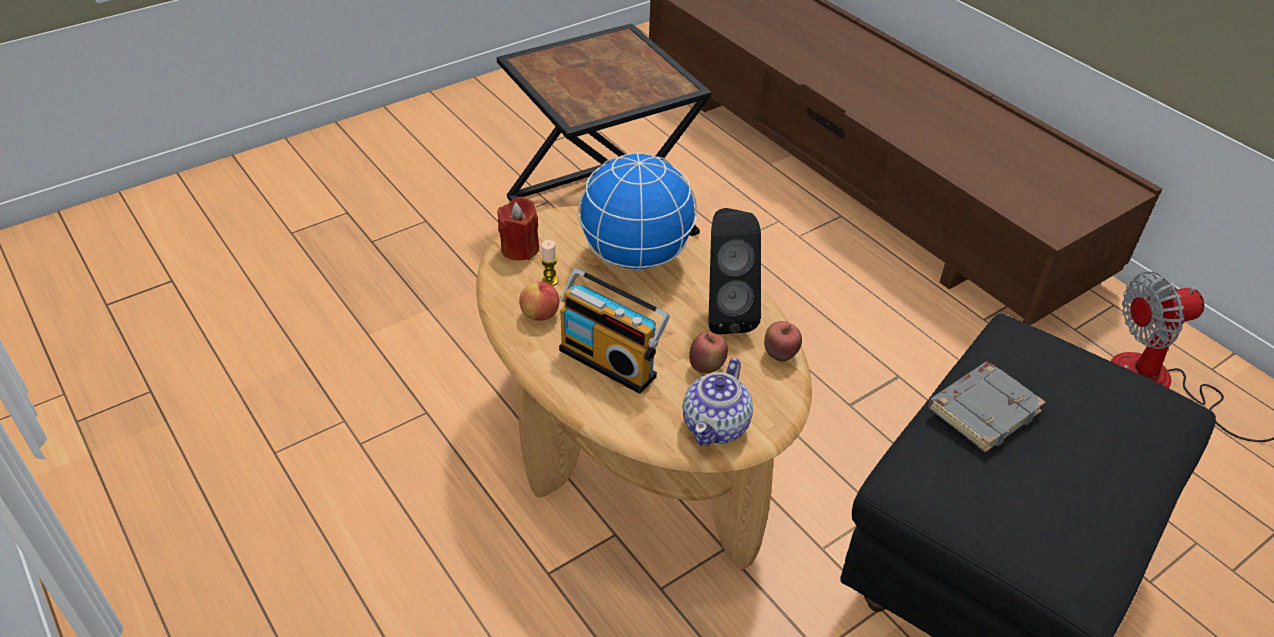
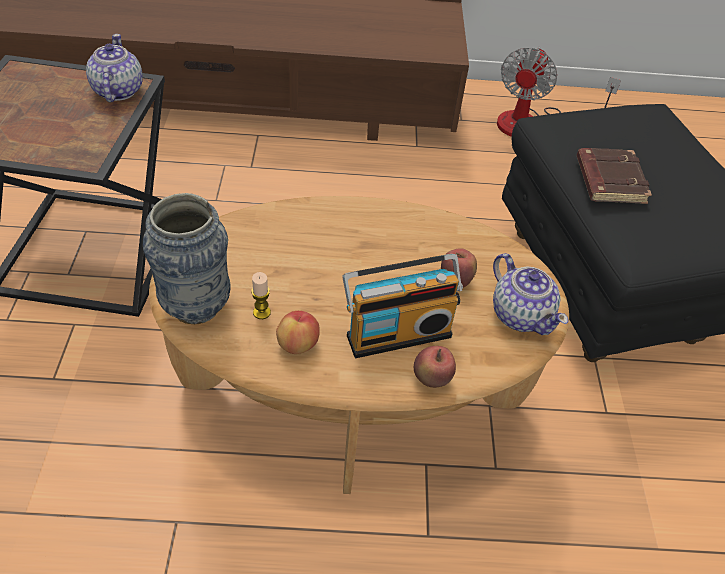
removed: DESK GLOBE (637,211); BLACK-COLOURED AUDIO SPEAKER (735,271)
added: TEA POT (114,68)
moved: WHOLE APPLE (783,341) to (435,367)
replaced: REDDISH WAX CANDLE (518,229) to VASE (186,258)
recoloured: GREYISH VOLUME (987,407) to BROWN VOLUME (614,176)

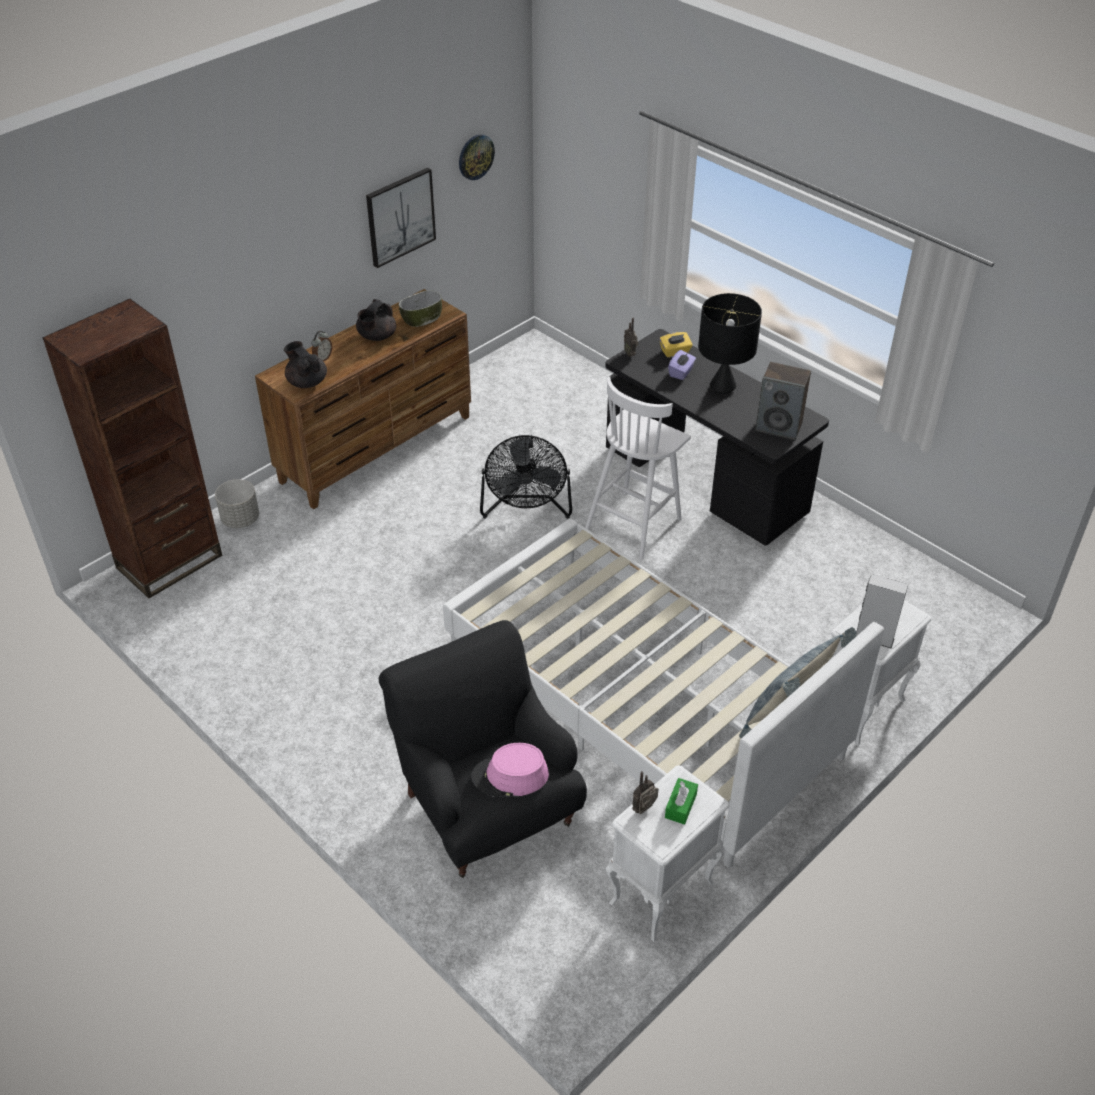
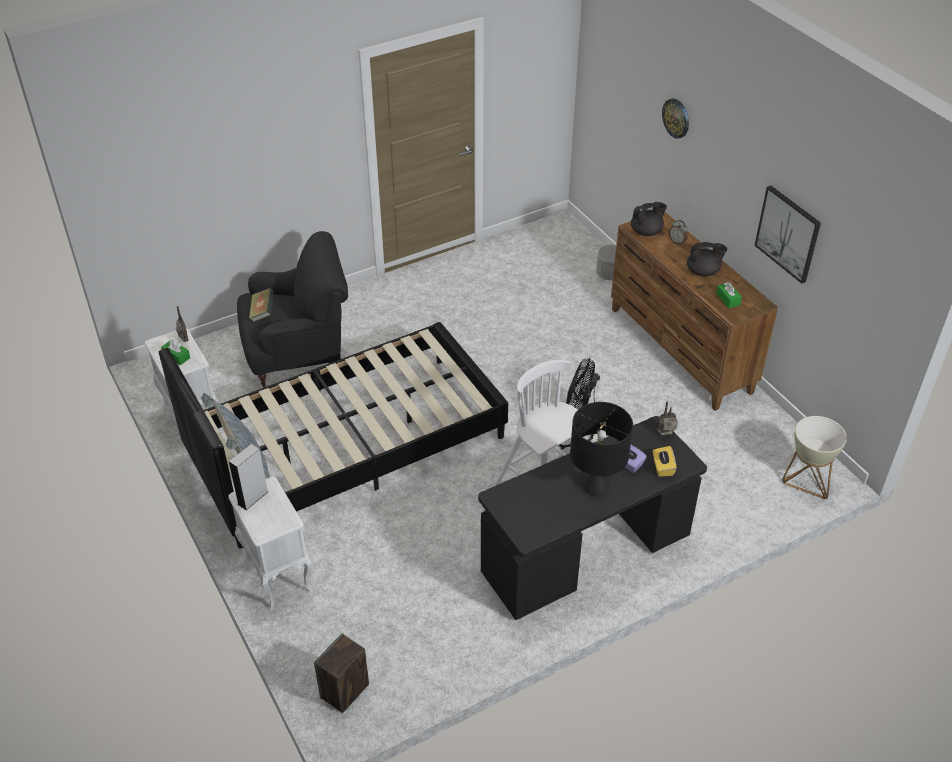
removed: BROWN BOOKCASE (132,448)
added: PLANT POT (814,457)
moved: AUDIO SPEAKER (783,401) to (341,673); WALL CLOCK (477,157) to (675,118)
replaced: PINK-COLOURED CLOTHING HAT (510,770) to VOLUME (261,305); BOWL (420,308) to GREEN-COLOURED BOX OF TISSUES (729,295)
recoloured: WHITE SLEEPING BED (663,693) to BLACK-COLOURED SLEEPING BED (333,435)
turned: BLACK-COLOURED TEA POT (376,320) = (707,259) 135 degrees clockwise

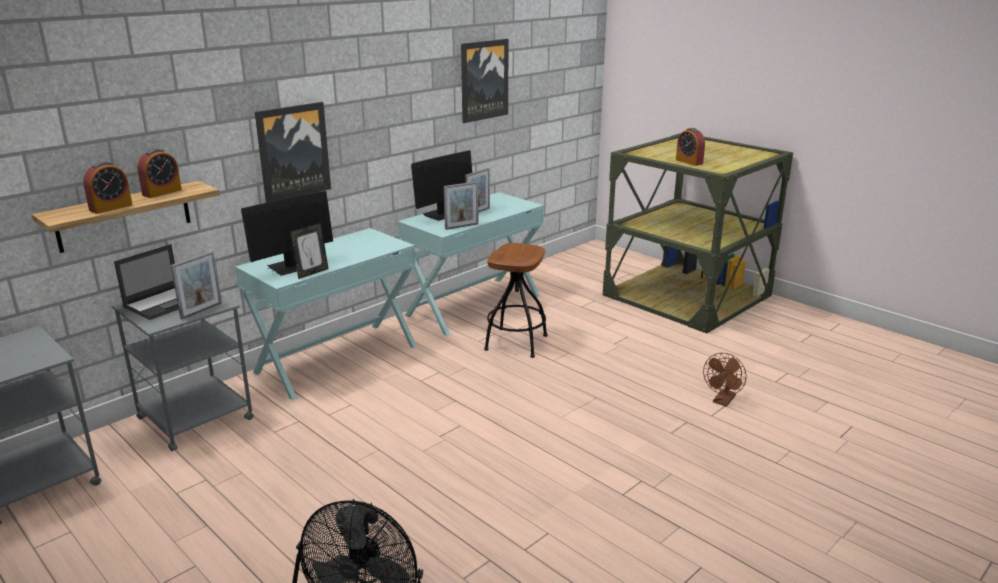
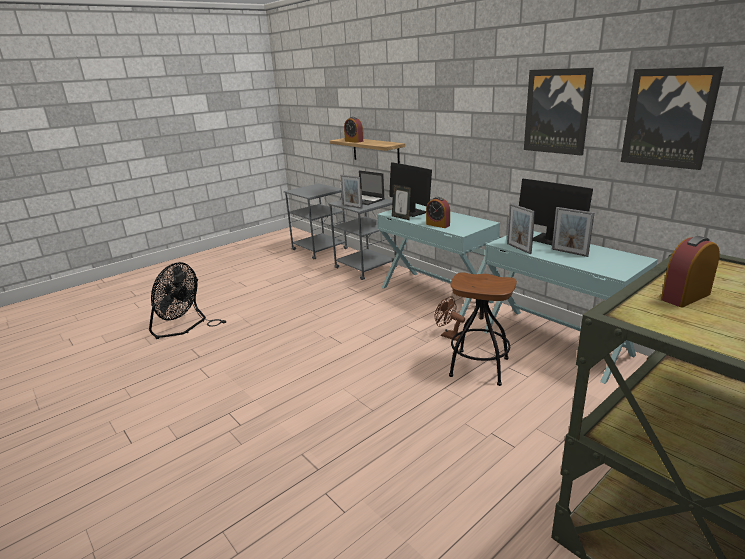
moved: TABLE CLOCK (159,173) to (438,212); BROWN ELECTRIC FAN (725,380) to (450,318); WALL ART (293,152) to (559,112)

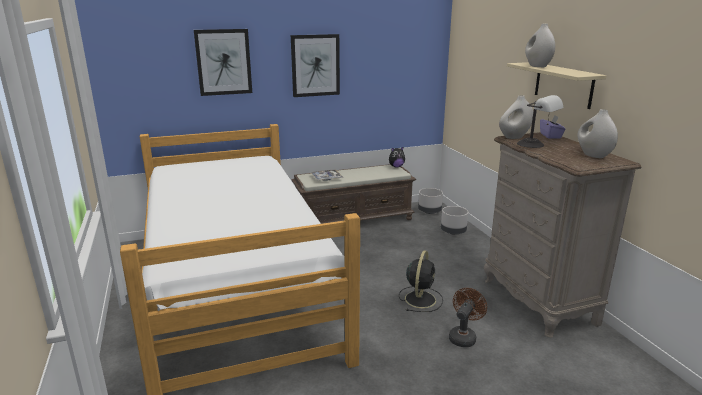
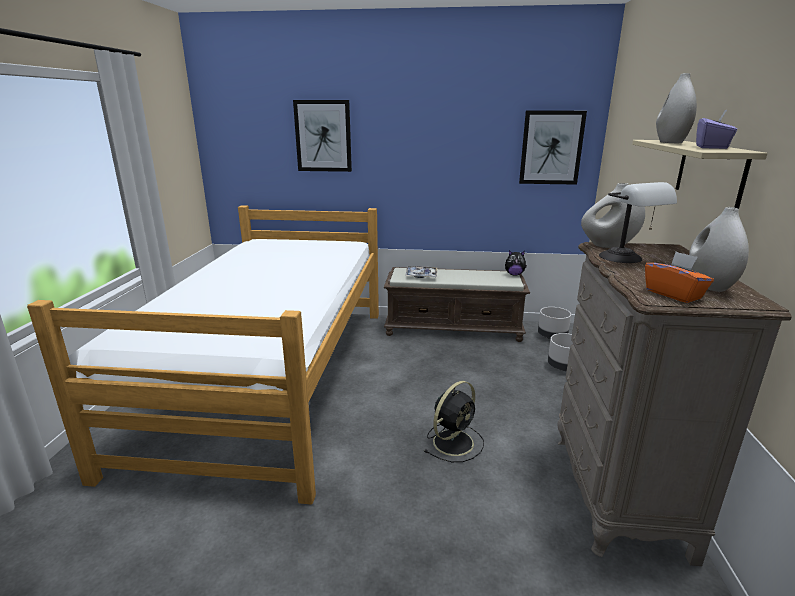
removed: BROWN ELECTRIC FAN (468,317)
added: ORANGE-COLOURED BOX OF TISSUES (679,277)
moved: WALL ART (315,65) to (553,148); PURPLE BOX OF TISSUES (553,127) to (716,129)

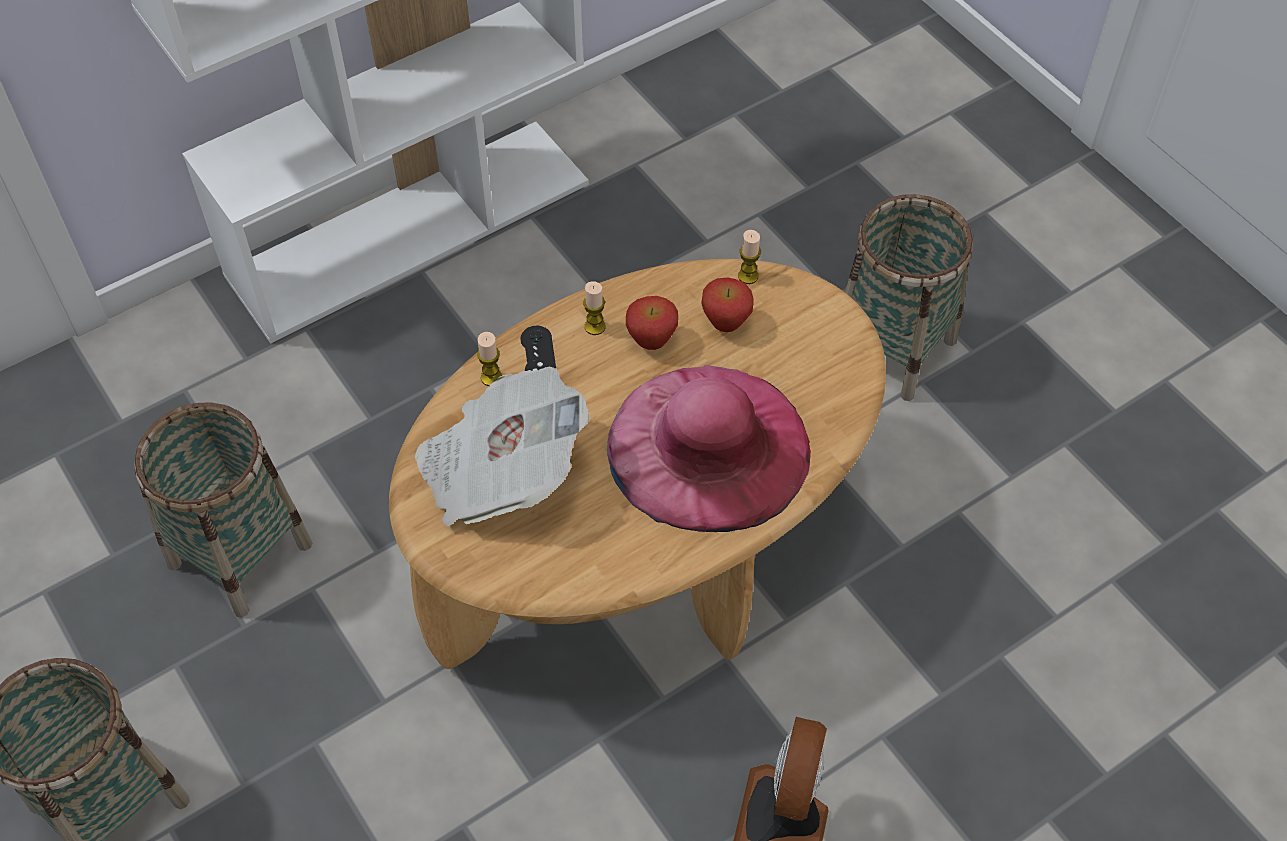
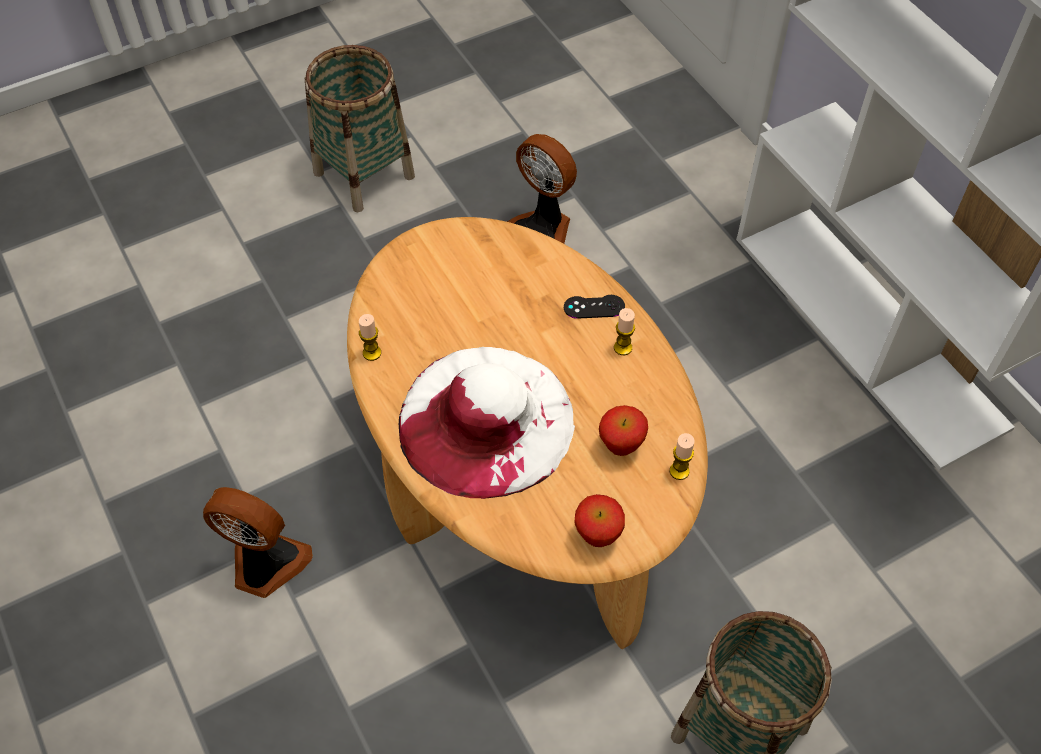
removed: NEWSPAPER (501,446)
moved: WAX CANDLE (489,359) to (370,337); WHOLE APPLE (652,323) to (599,520)
replaced: STORAGE BASKET (222,510) to ELECTRIC FAN (542,189)
recoloured: PINK-COLOURED CLOTHING HAT (709,448) to WHITE CLOTHING HAT (487,423)

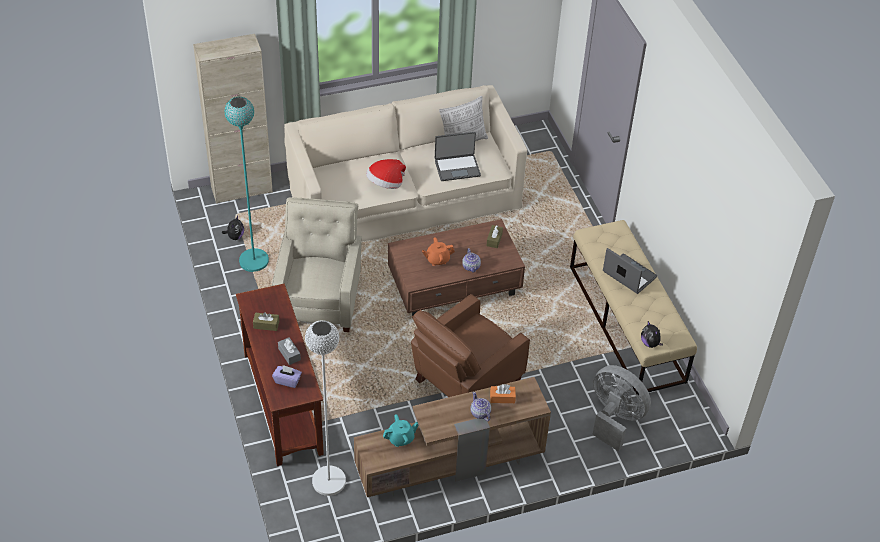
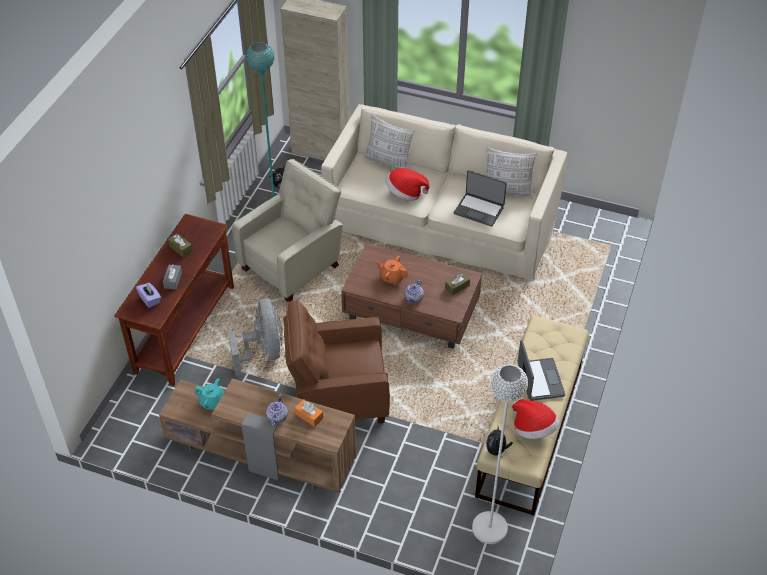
added: THROW PILLOW (389,142); CLOTHING HAT (535,419)
moved: GREYISH ELECTRIC FAN (621,408) to (255,337); WHITE FLOOR LAMP (325,408) to (500,454)

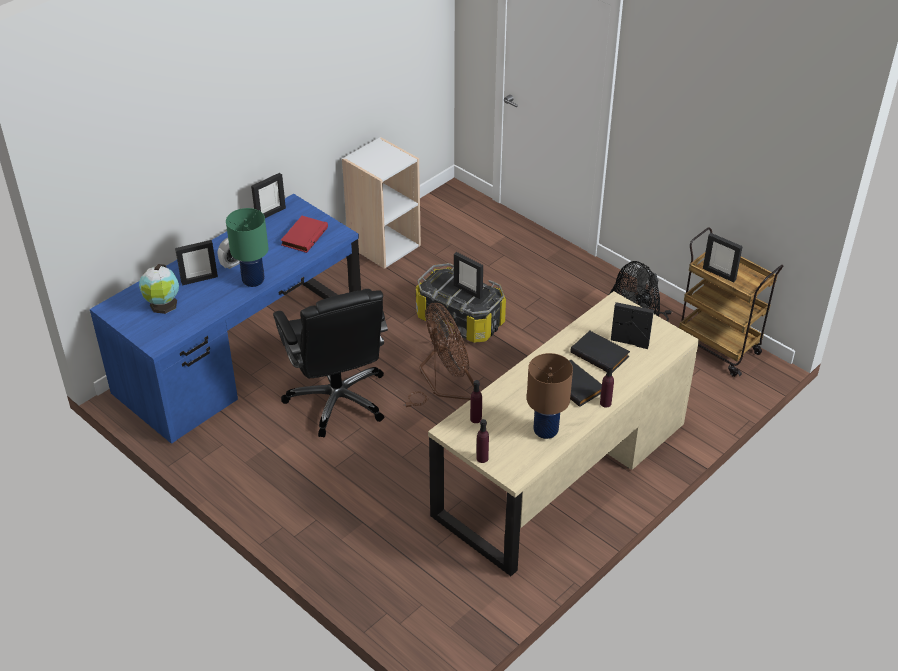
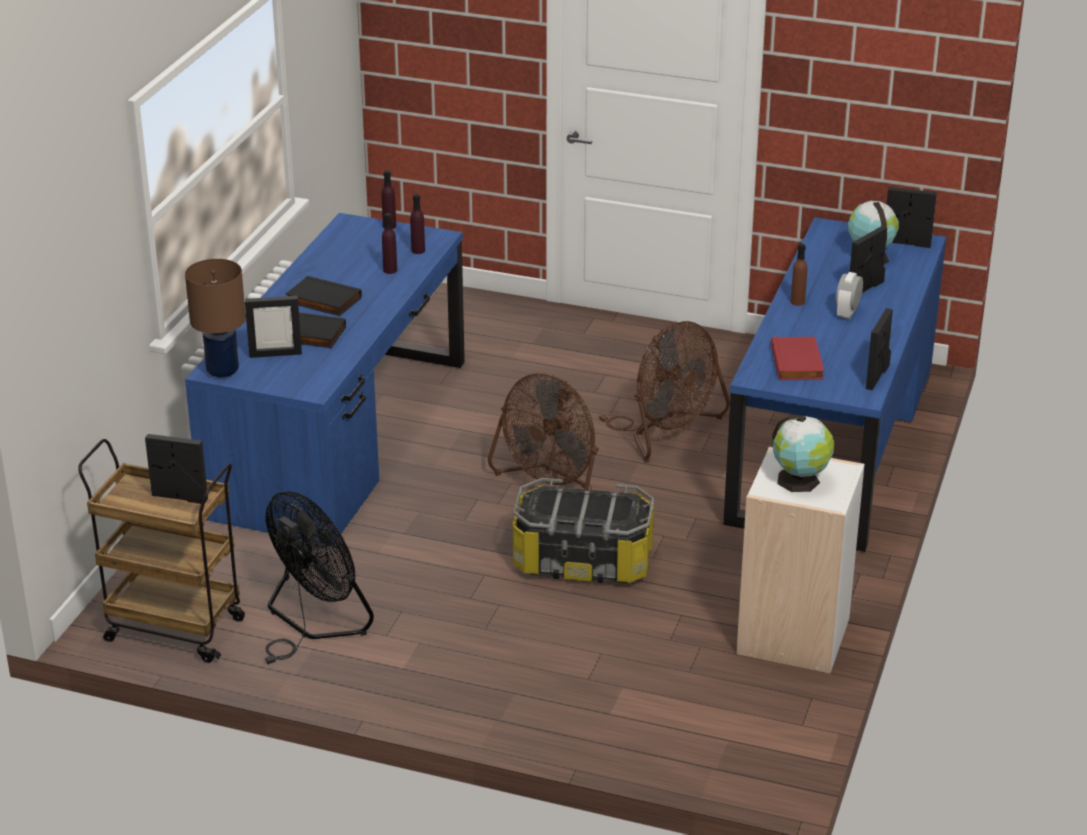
added: DESK GLOBE (803,453)
moved: BROWN LAMP FOR A TABLE (550,396) to (215,318); PURPLE BOTTLE (607,386) to (389,243); PHOTO FRAME (468,275) to (912,217)
replaced: BLACK-COLOURED COMPUTER CHAIR (330,363) to BROWN ELECTRIC FAN (664,392); GREEN-COLOURED LAMP FOR A TABLE (247,247) to BROWN BOTTLE (798,275)
recoloured: BEIGE-COLOURED DESK TABLE (563,433) to BLUE DESK TABLE (325,379)

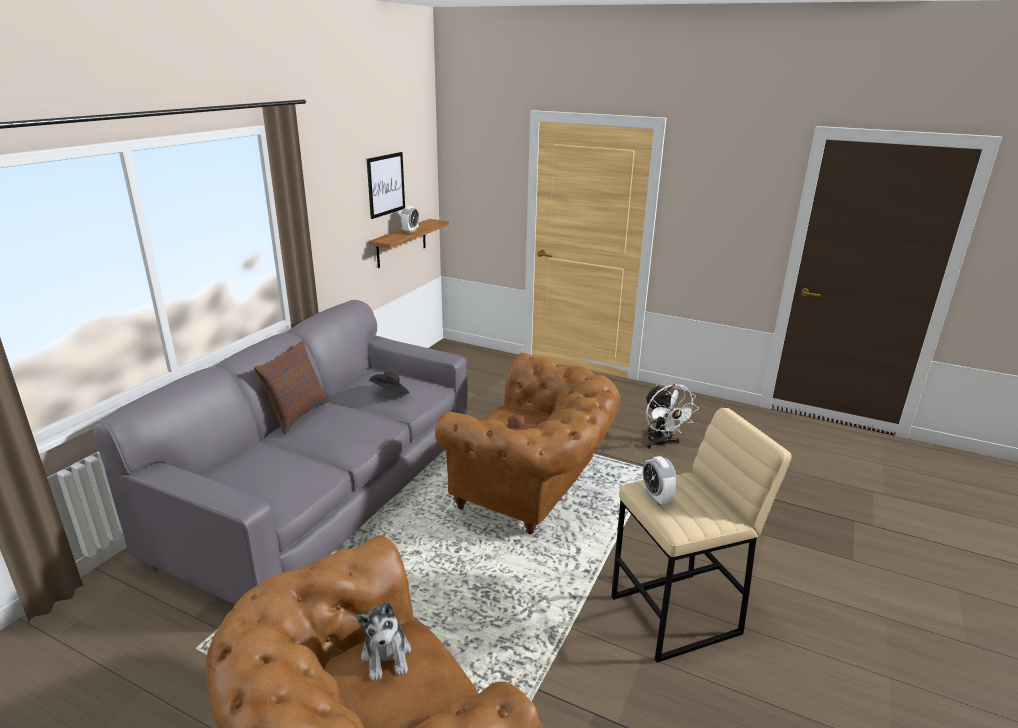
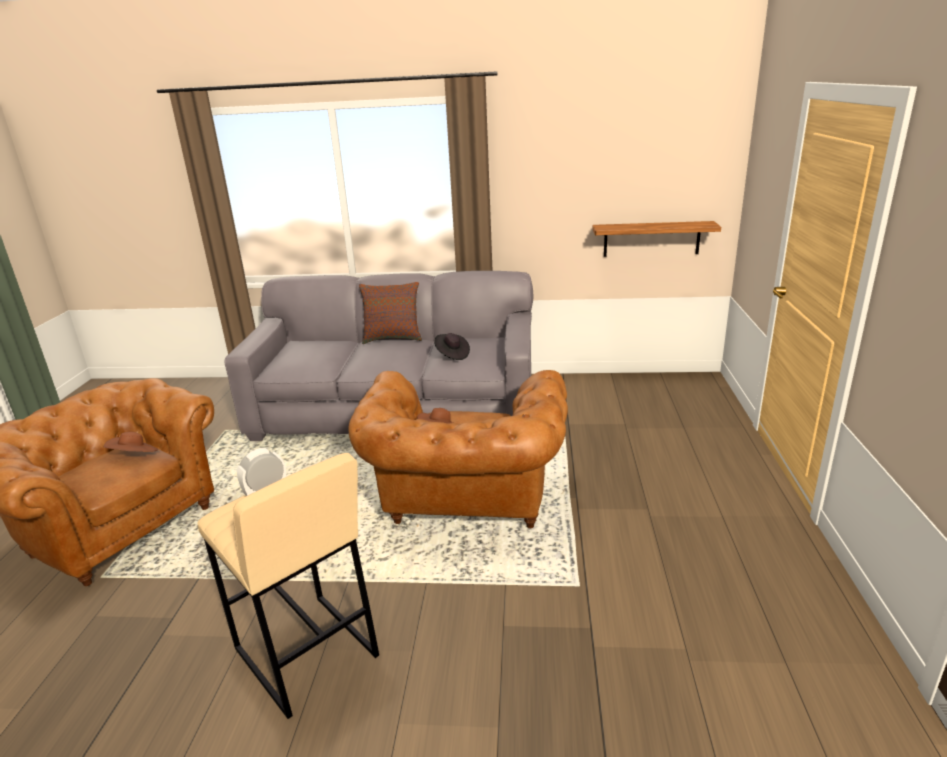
removed: WALL ART (386,185); TABLE CLOCK (410,219); WHITE ELECTRIC FAN (672,416)
replaced: PLUSH TOY (383,641) to BROWN CLOTHING HAT (131,442)

